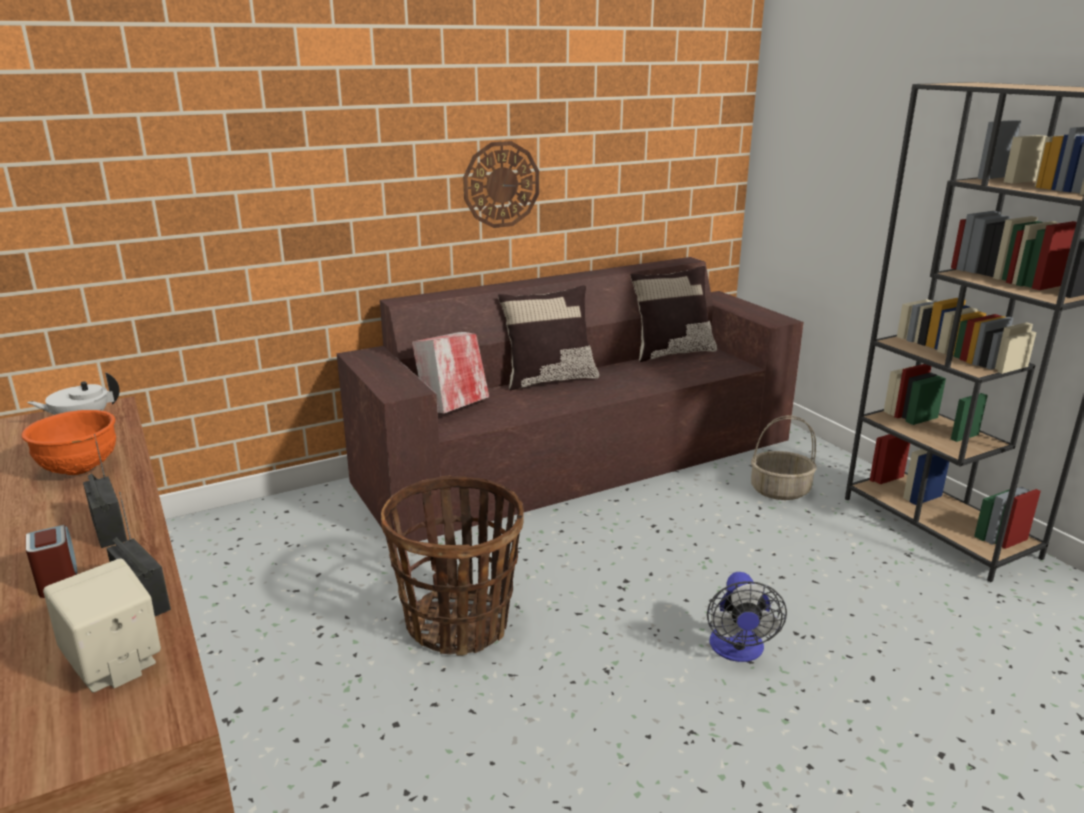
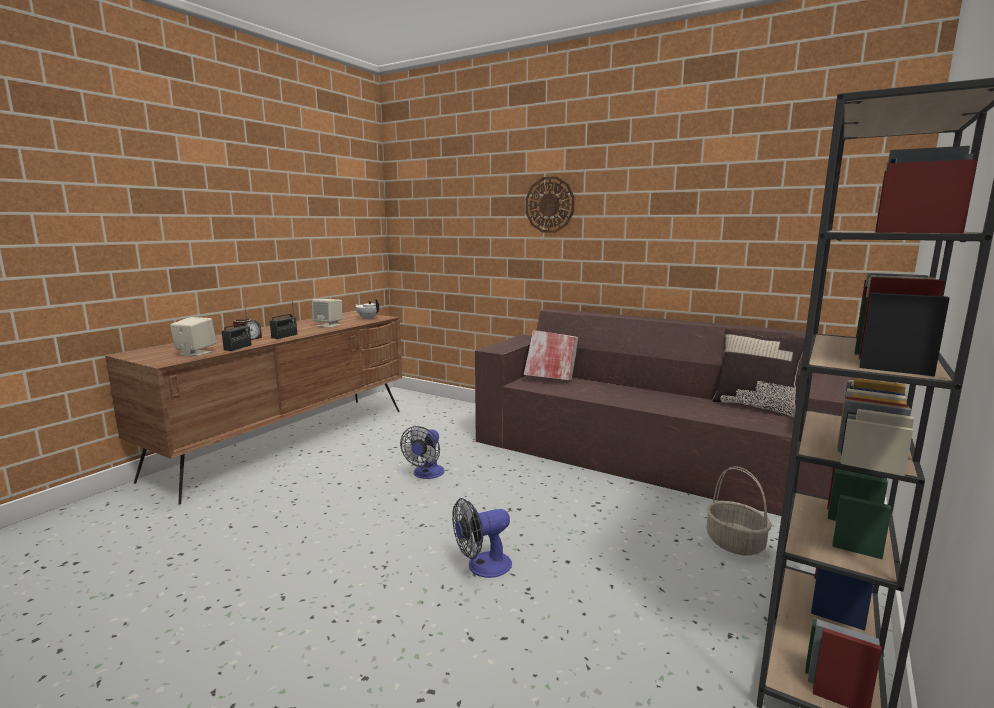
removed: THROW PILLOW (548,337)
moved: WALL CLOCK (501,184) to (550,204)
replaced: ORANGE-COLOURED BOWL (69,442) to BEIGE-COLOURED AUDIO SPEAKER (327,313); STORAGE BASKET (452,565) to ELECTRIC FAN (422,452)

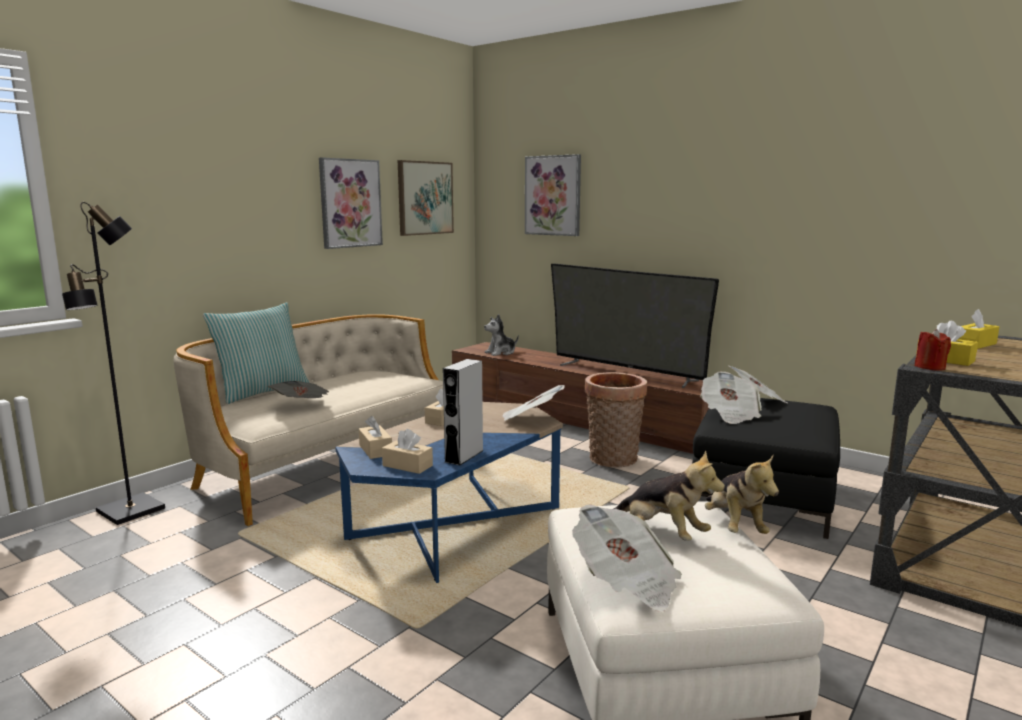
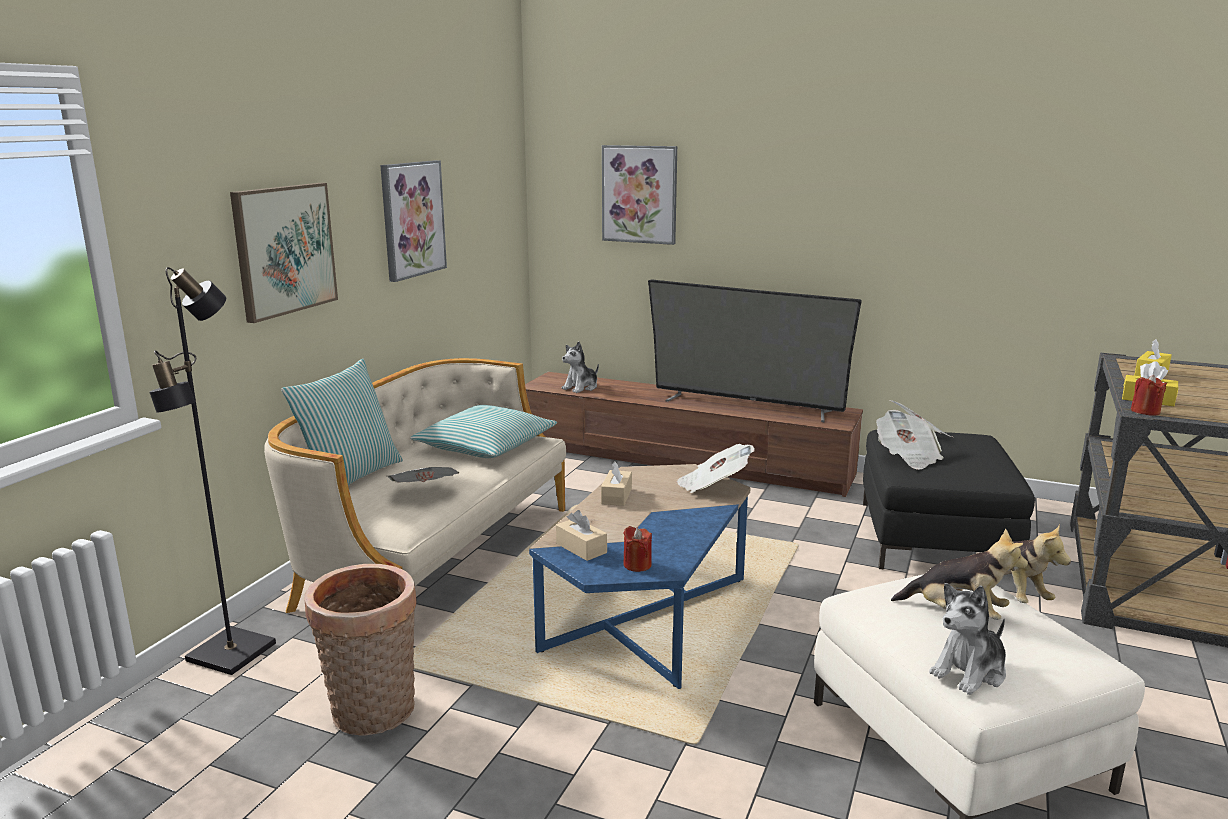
removed: GREYISH AUDIO SPEAKER (463,412)
added: THROW PILLOW (483,431)
moved: WALL ART (426,198) to (284,253); STORAGE BASKET (616,419) to (360,650)
replaced: BEIGE-COLOURED BOX OF TISSUES (407,451) to REDDISH WAX CANDLE (637,549); NEWSPAPER (627,557) to PLUSH TOY (967,639)

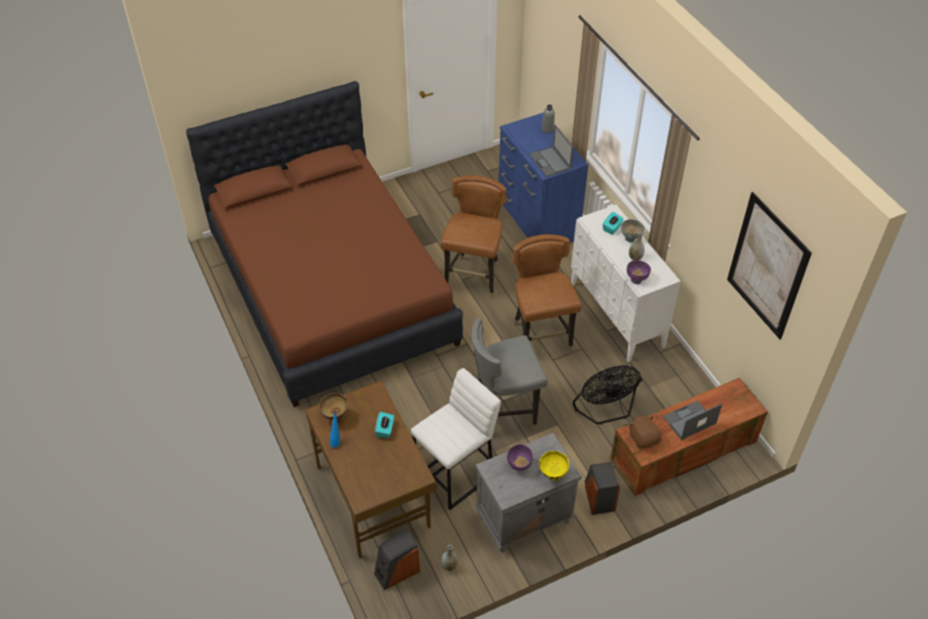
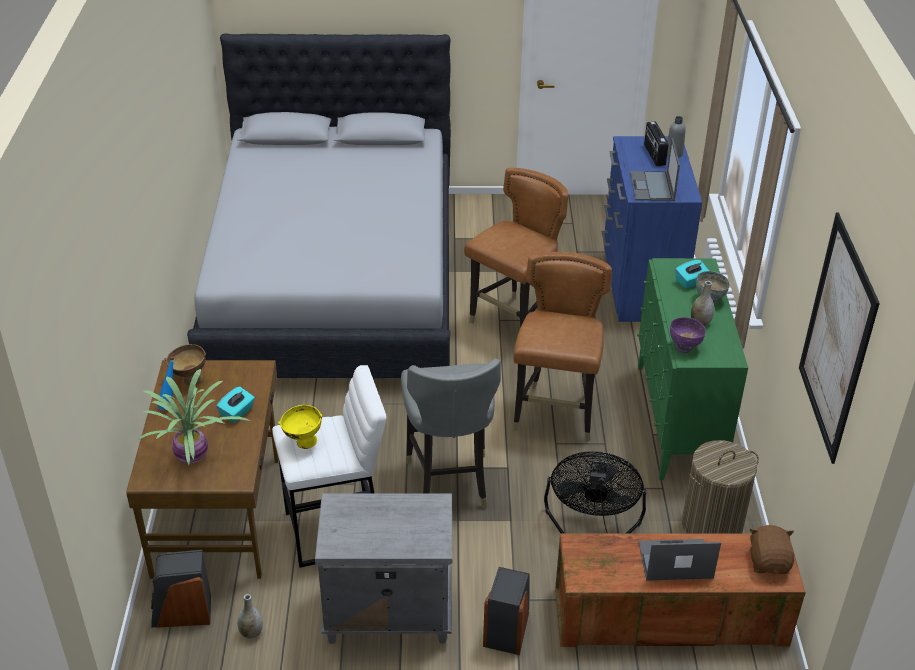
removed: PURPLE BOWL (520,457)
added: POTTED PLANT (193,417); RADIO RECEIVER (656,144); LAUNDRY BASKET (720,486)
moved: YELLOW-COLOURED BOWL (554,466) to (300,427); BROWN PLUSH TOY (645,432) to (772,549)
recoloured: BROWN SLEEPING BED (324,244) to GREYISH SLEEPING BED (319,205); WHITE CHEST OF DRAWERS (626,283) to GREEN-COLOURED CHEST OF DRAWERS (692,369)
turned: GREYISH CHAIR (509,374) = (451,433) 105 degrees counterclockwise

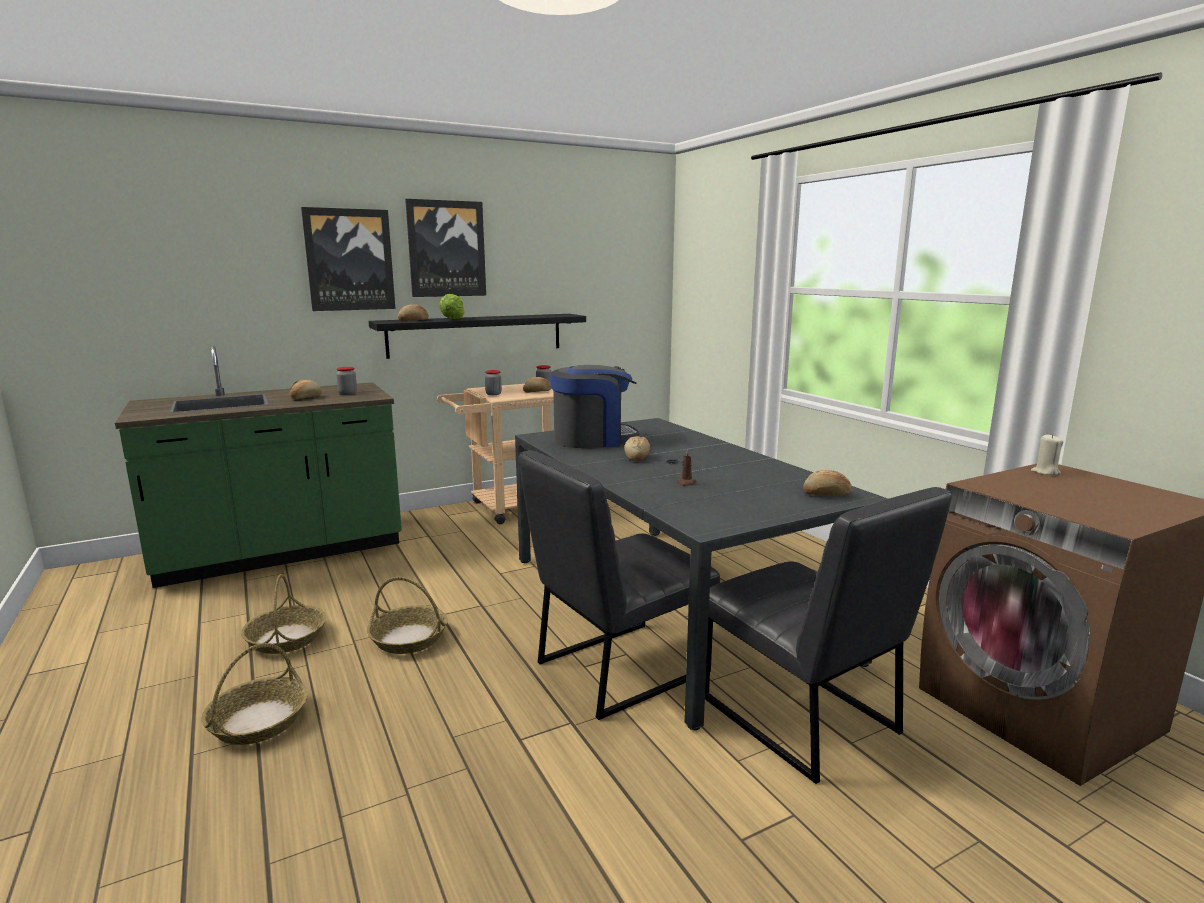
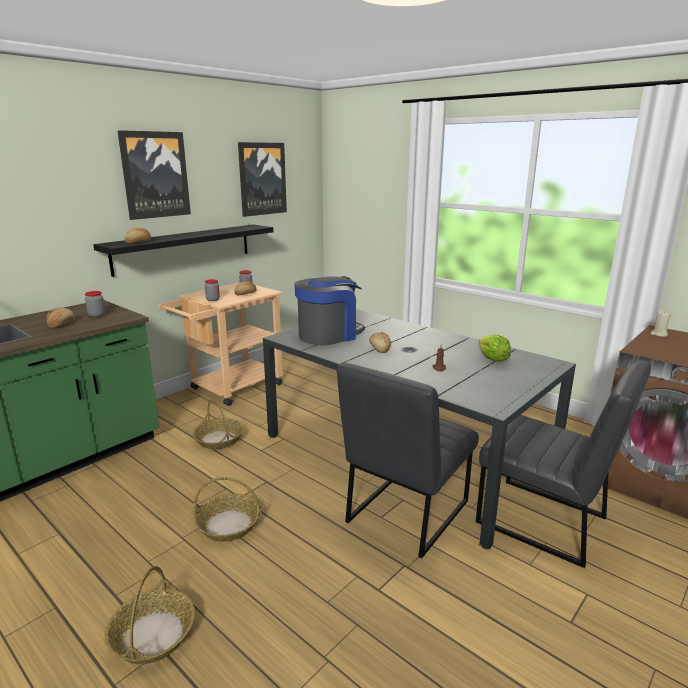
removed: BAKERY BREAD (827,482)
moved: STORAGE BASKET (283,614) to (218,424); WALL ART (348,259) to (262,179); HEAD OF LETTUCE (452,306) to (495,348)

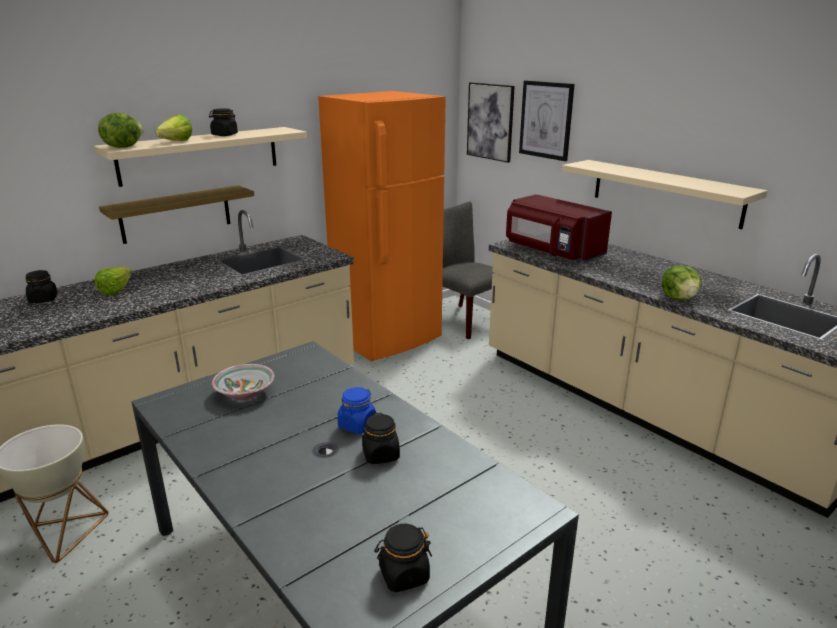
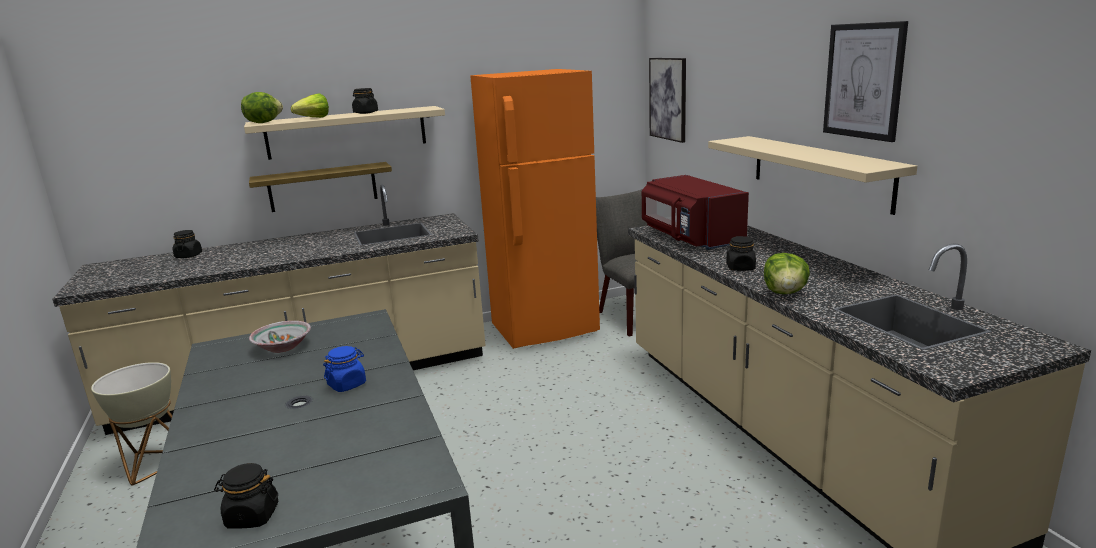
removed: HEAD OF LETTUCE (113,281)
moved: BLACK-COLOURED JAR (381,438) to (741,253); WALL ART (547,120) to (865,81)

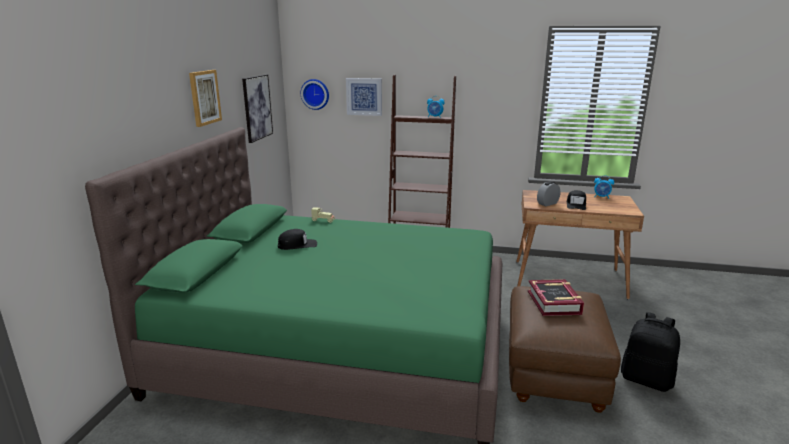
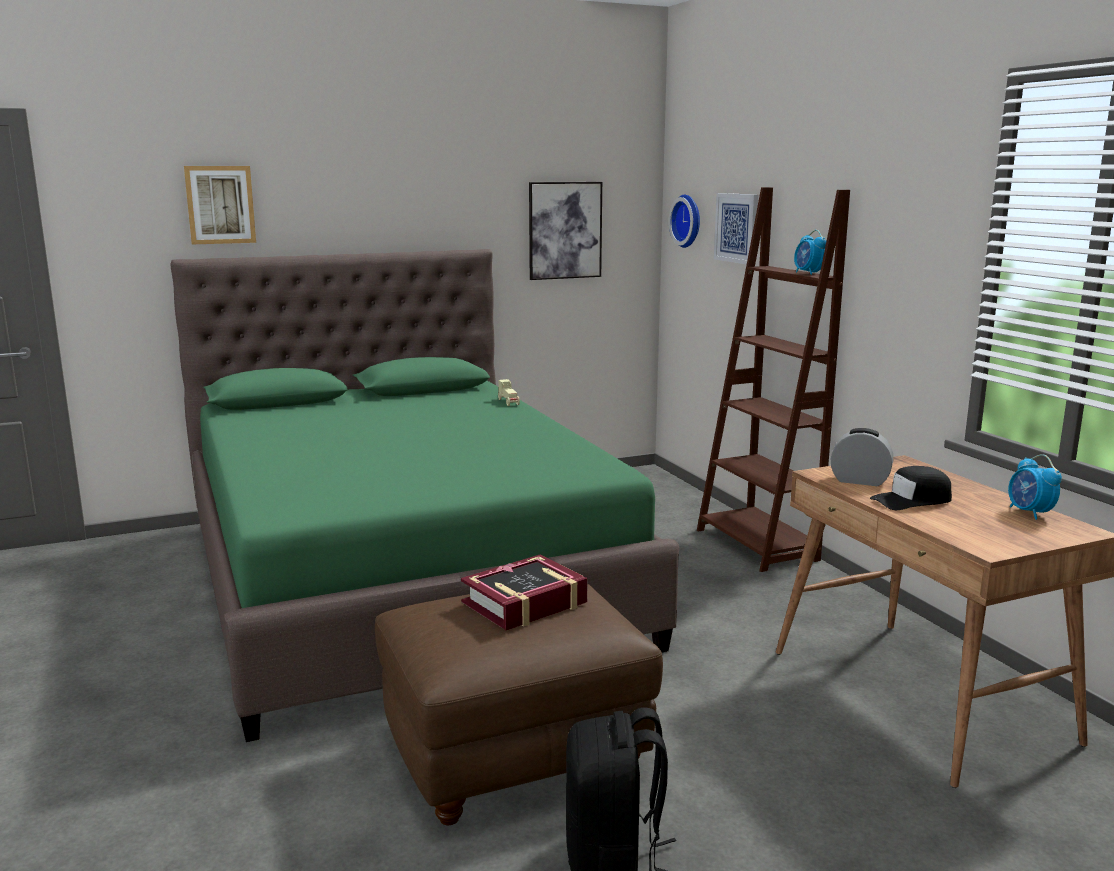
removed: BLACK-COLOURED CAP (297,239)
moved: WALL ART (205,98) to (220,205)

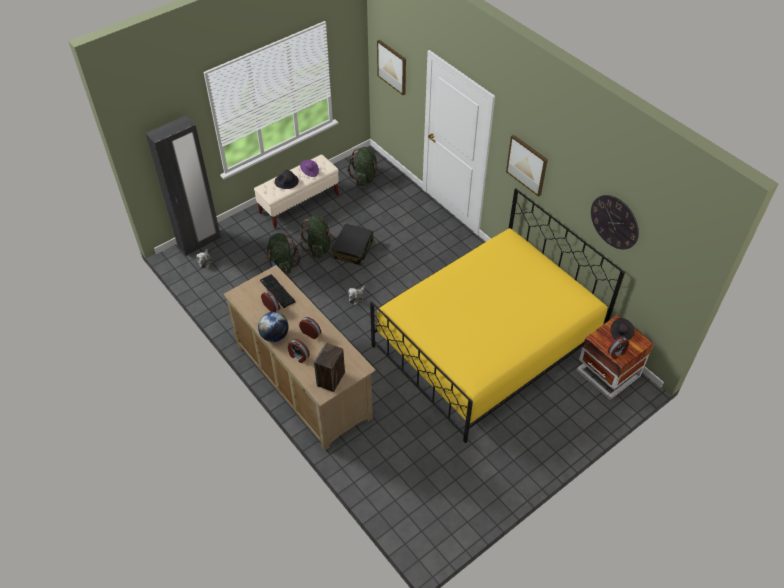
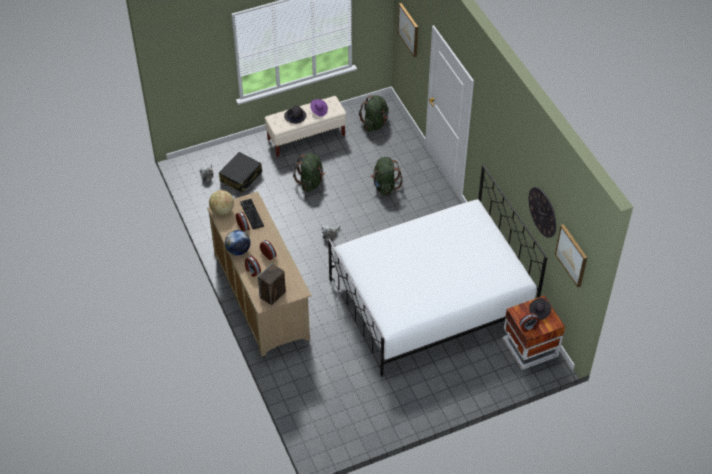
removed: BLACK-COLOURED WARDROBE (183,185)
added: DESK GLOBE (221,202)
moved: BLACK-COLOURED SUITCASE (352,244) to (240,172); GREEN-COLOURED BACKPACK (283,254) to (387,176); WALL ART (527,166) to (571,255)
recoloured: YELLOW-COLOURED SLEEPING BED (497,315) to WHITE SLEEPING BED (437,270)

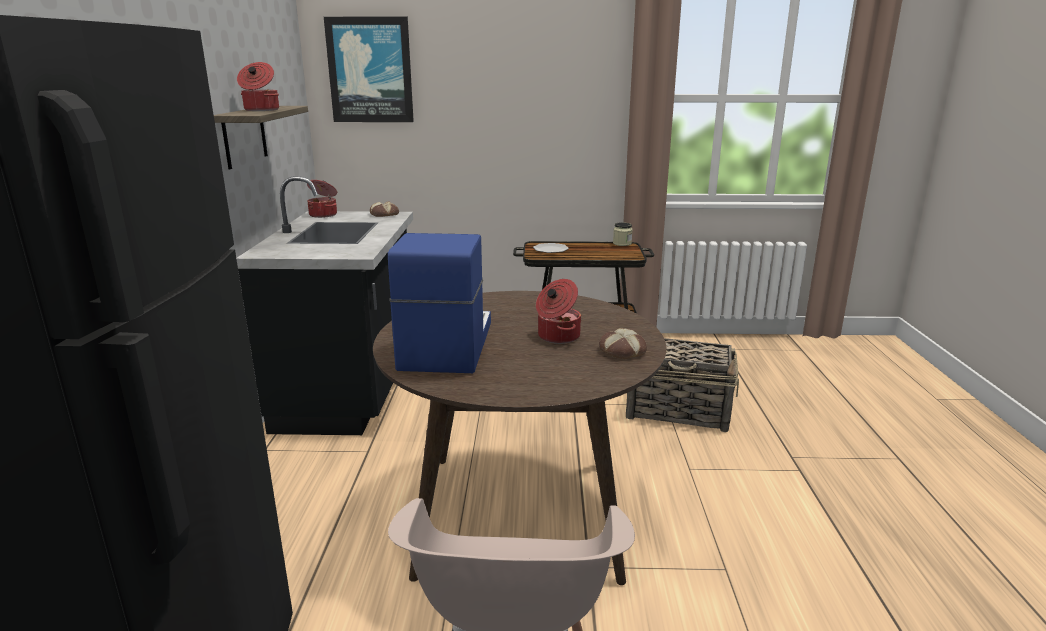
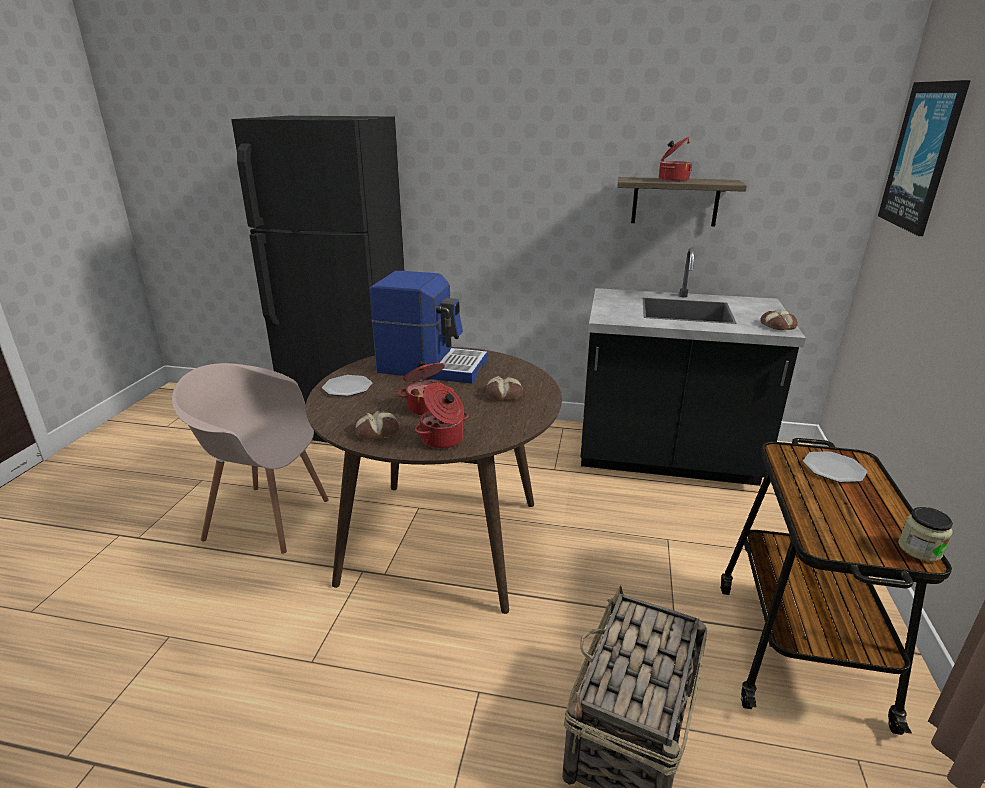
added: FLAT DISH (347,385); BAKERY BREAD (504,388)
moved: SAUCEPOT (322,199) to (442,416)

